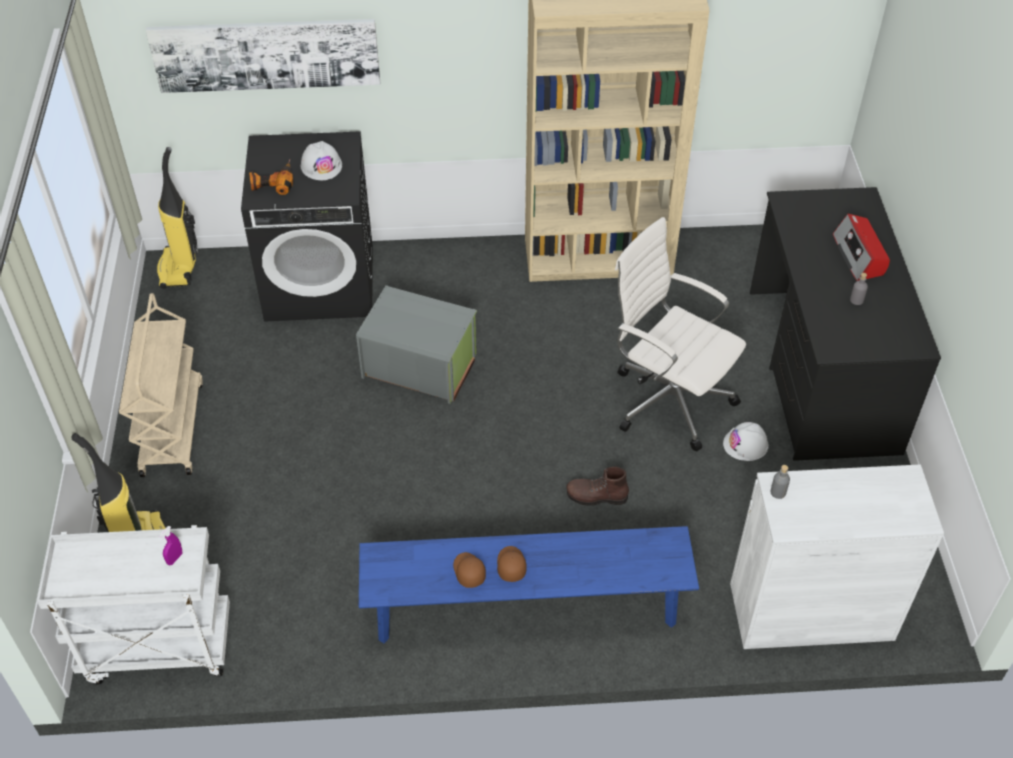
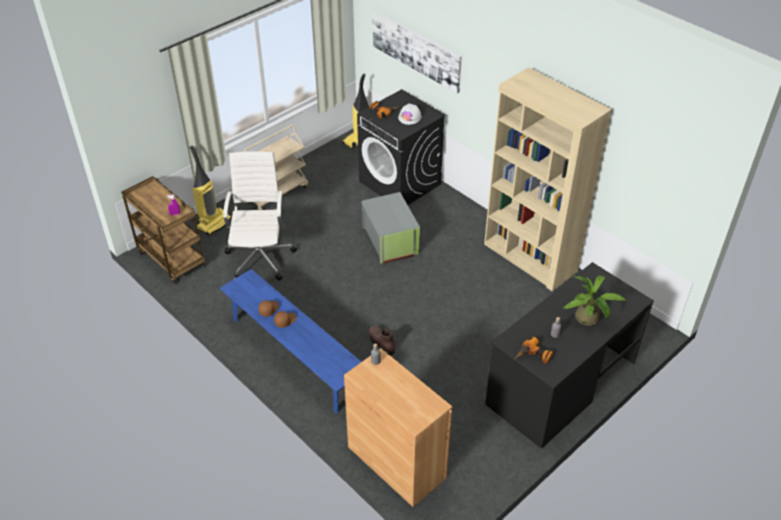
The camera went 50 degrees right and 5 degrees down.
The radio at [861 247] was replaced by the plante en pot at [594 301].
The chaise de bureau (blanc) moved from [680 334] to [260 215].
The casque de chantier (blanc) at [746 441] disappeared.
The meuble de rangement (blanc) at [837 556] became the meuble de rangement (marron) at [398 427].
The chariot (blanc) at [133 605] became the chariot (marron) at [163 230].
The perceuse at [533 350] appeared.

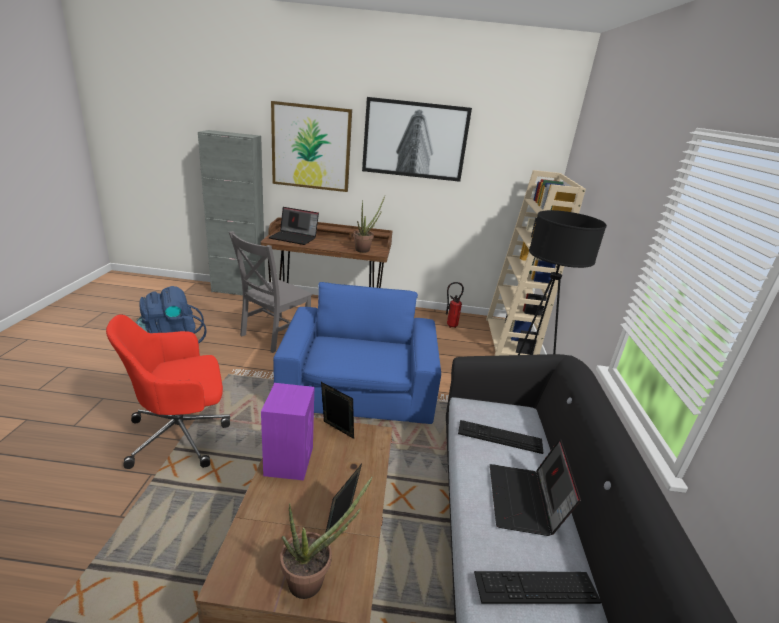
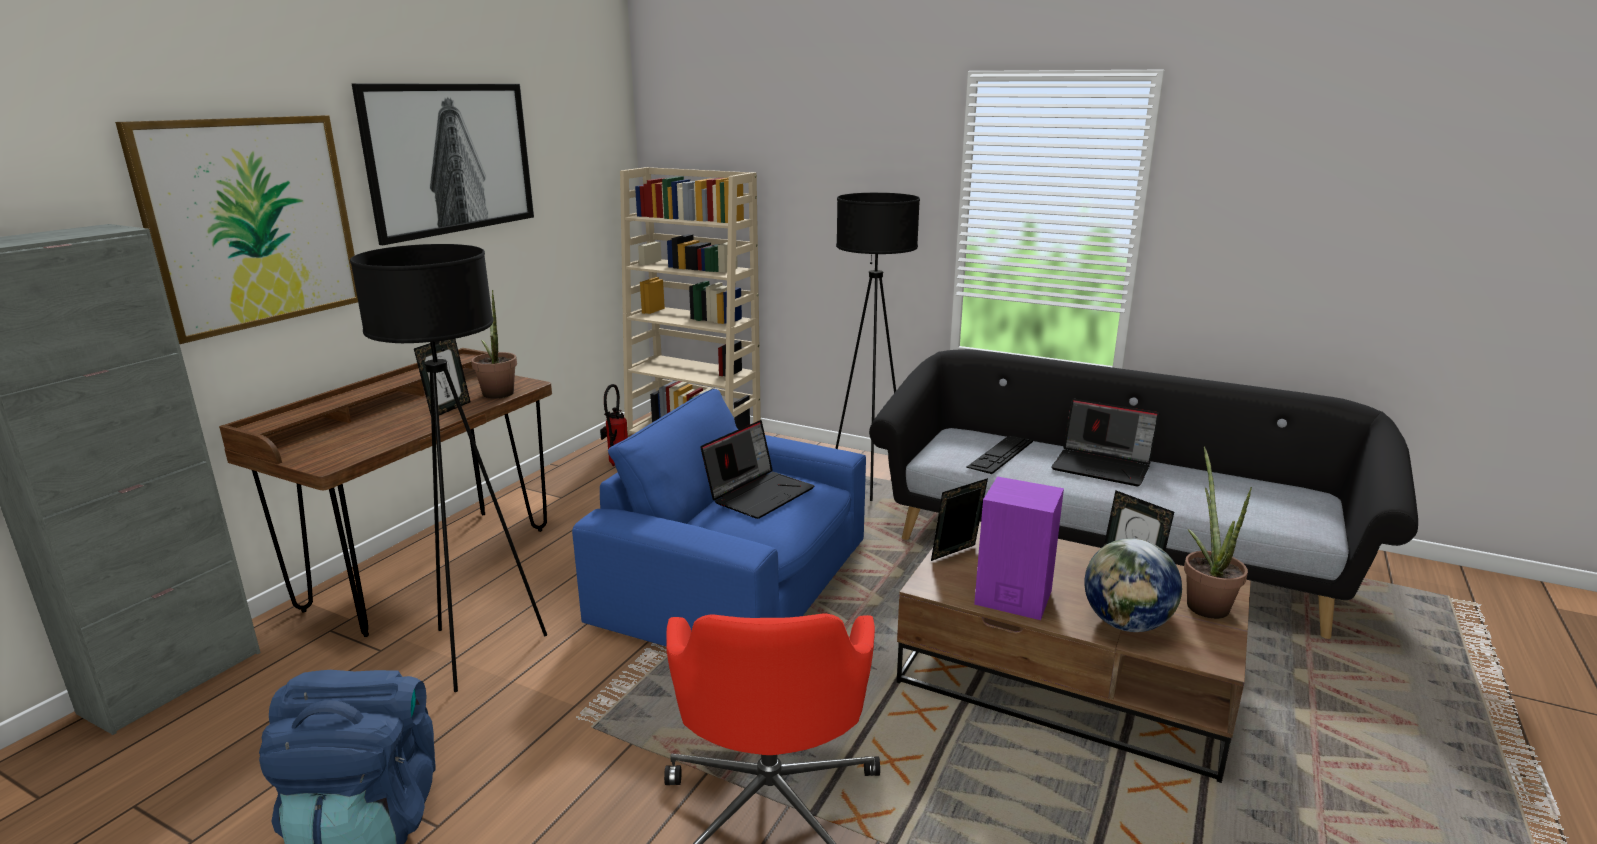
The camera went 65 degrees left and 5 degrees down.
The ordinateur portable moved from [294 226] to [757 469].
The chaise (gris) at [270 292] was replaced by the lampadaire (noir) at [448 468].
The clavier at [537 587] disappeared.
The cadre photo at [442 377] appeared.
The globe at [1133 585] appeared.

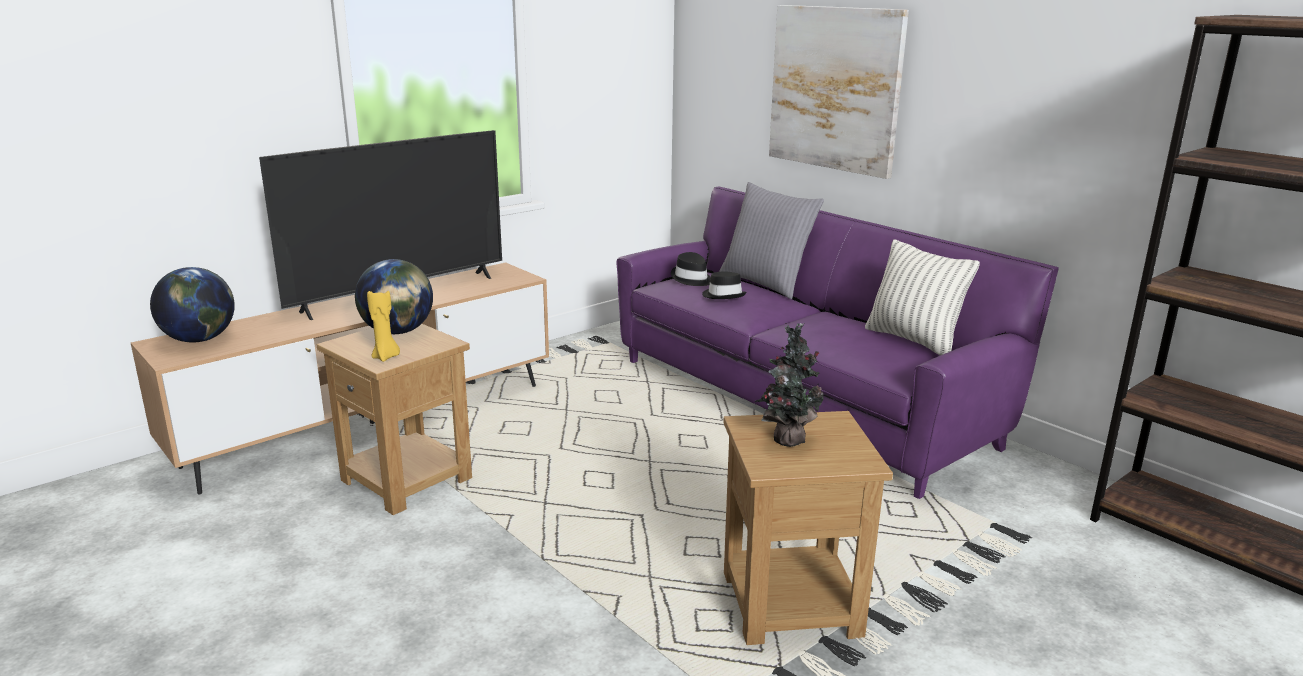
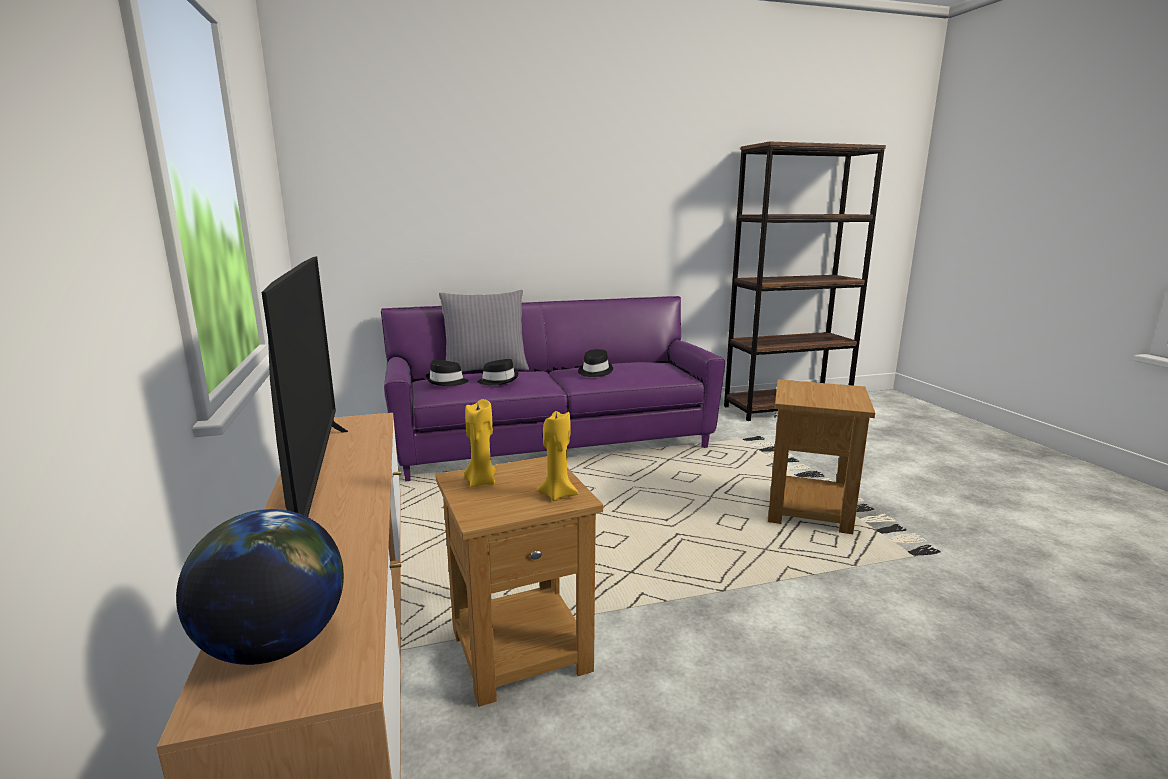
The camera went 65 degrees left and 5 degrees down.
The tableau at [839 92] disappeared.
The coussin at [922 297] disappeared.
The globe at [394 296] was replaced by the bougie (jaune) at [479 443].
The plante en pot at [789 385] disappeared.
The chapeau (noir) at [595 363] appeared.

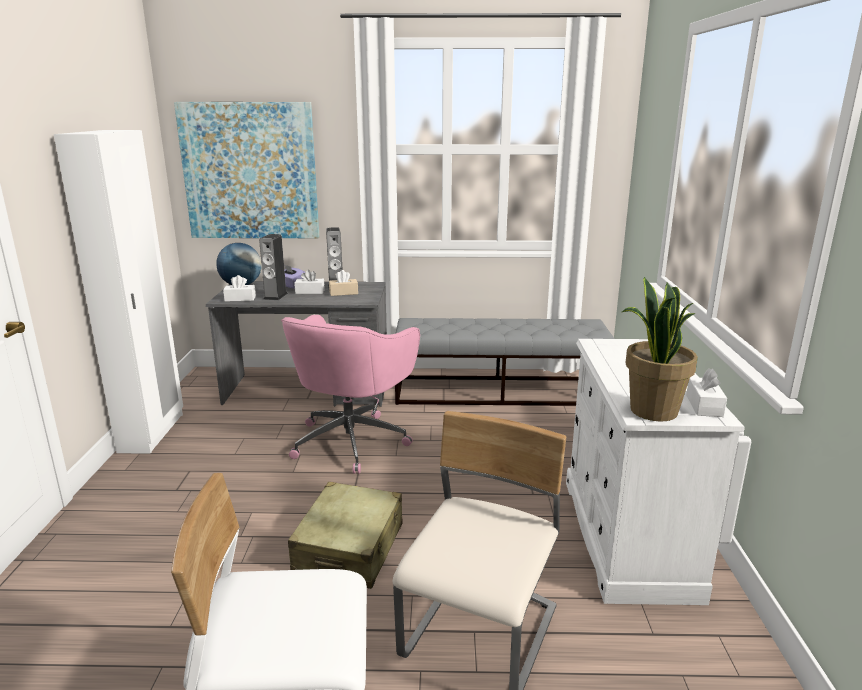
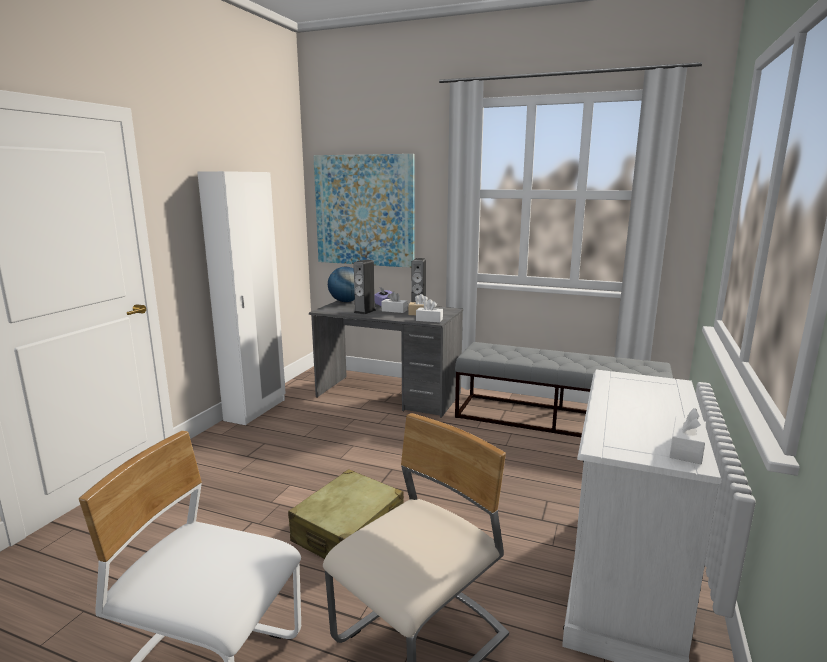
The camera went 20 degrees right and 5 degrees down.
The boîte à mouchoirs (blanc) moved from [239 288] to [429 311].
The plante en pot at [660 349] disappeared.
The chaise de bureau (rose) at [350 394] disappeared.

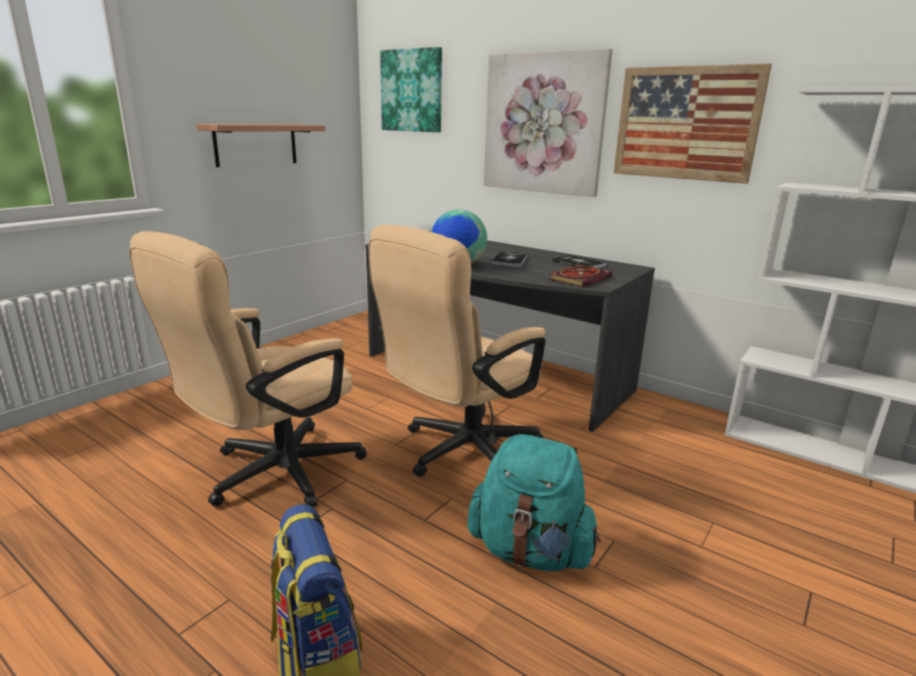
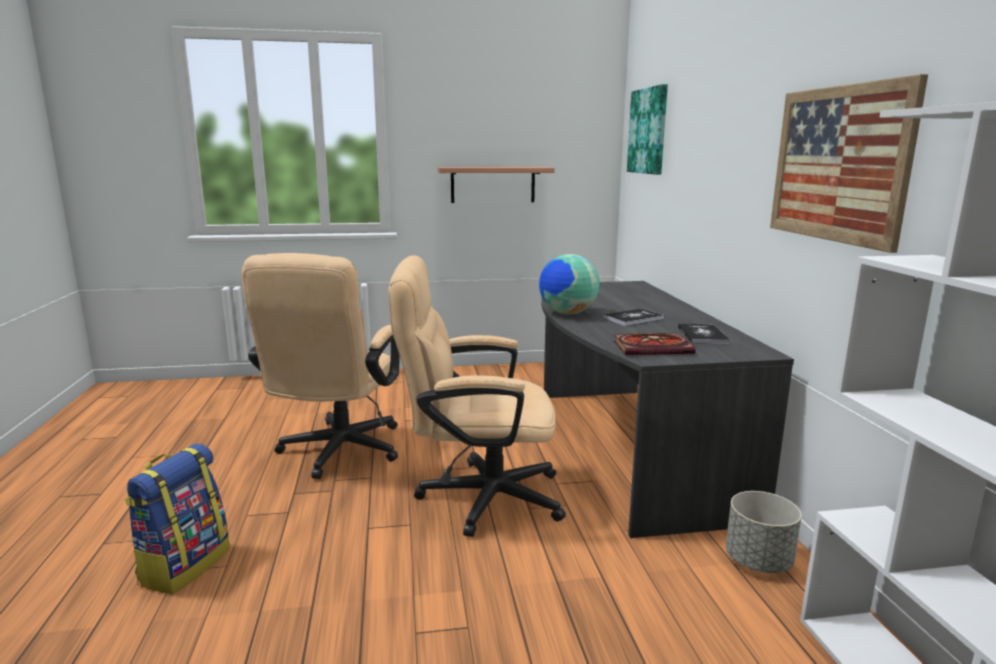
The camera went 45 degrees right and 5 degrees down.
The tableau at [548 123] disappeared.
The chaise de bureau (beige) at [248 369] turned 75 degrees counterclockwise.
The sac à dos (turquoise) at [534 502] disappeared.
The cache-pot (gris) at [764 532] appeared.

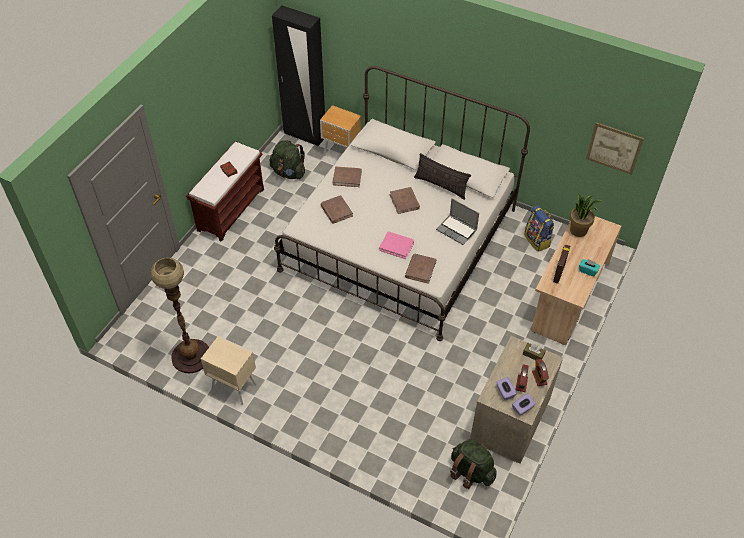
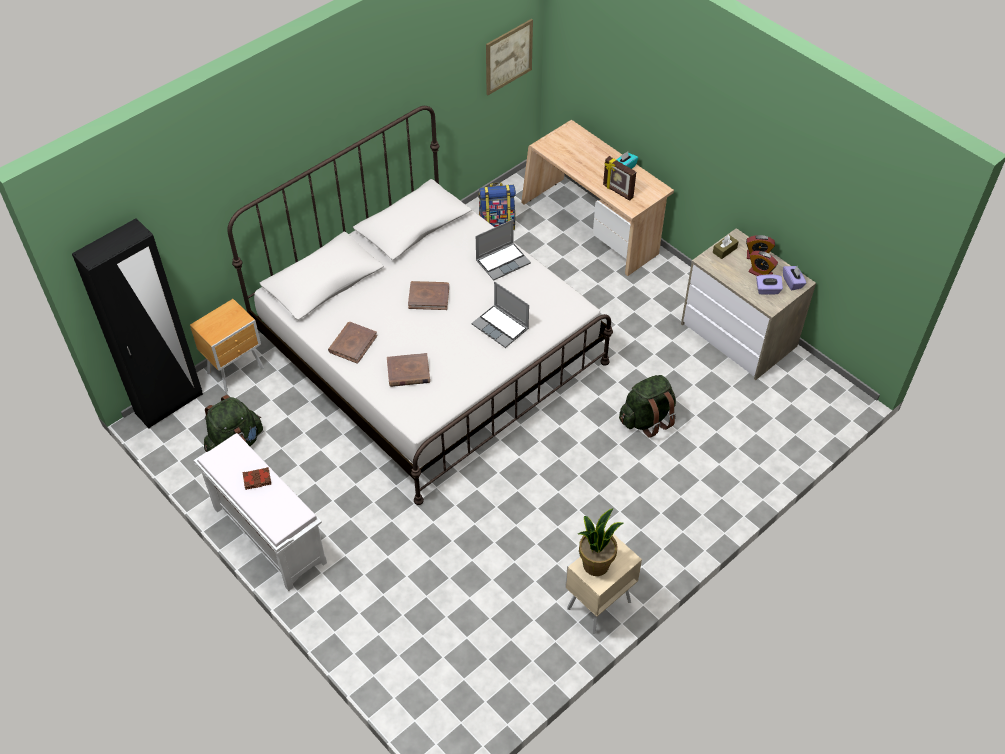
The camera went 70 degrees left and 0 degrees up.
The banc (marron) at [225 191] became the banc (blanc) at [260 512].
The coussin at [442 176] disappeared.
The plante en pot moved from [586 215] to [600 542].
The livre (rose) at [396 245] was replaced by the ordinateur portable at [500 315].
The livre (marron) at [421 269] disappeared.
The lampadaire at [179 315] disappeared.
The sac à dos (vert) moved from [473 464] to [647 406].

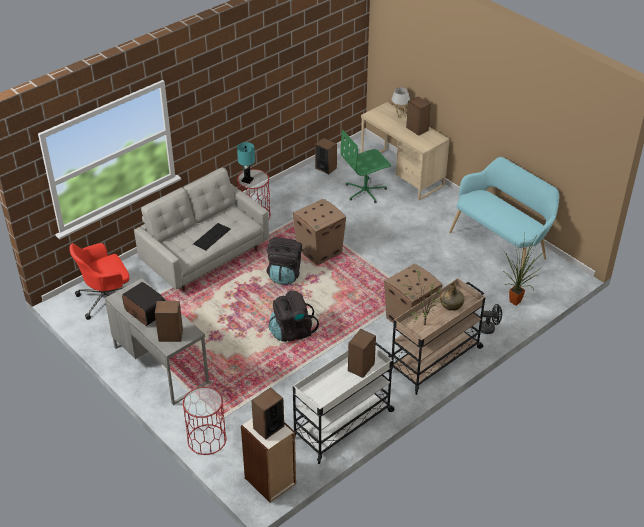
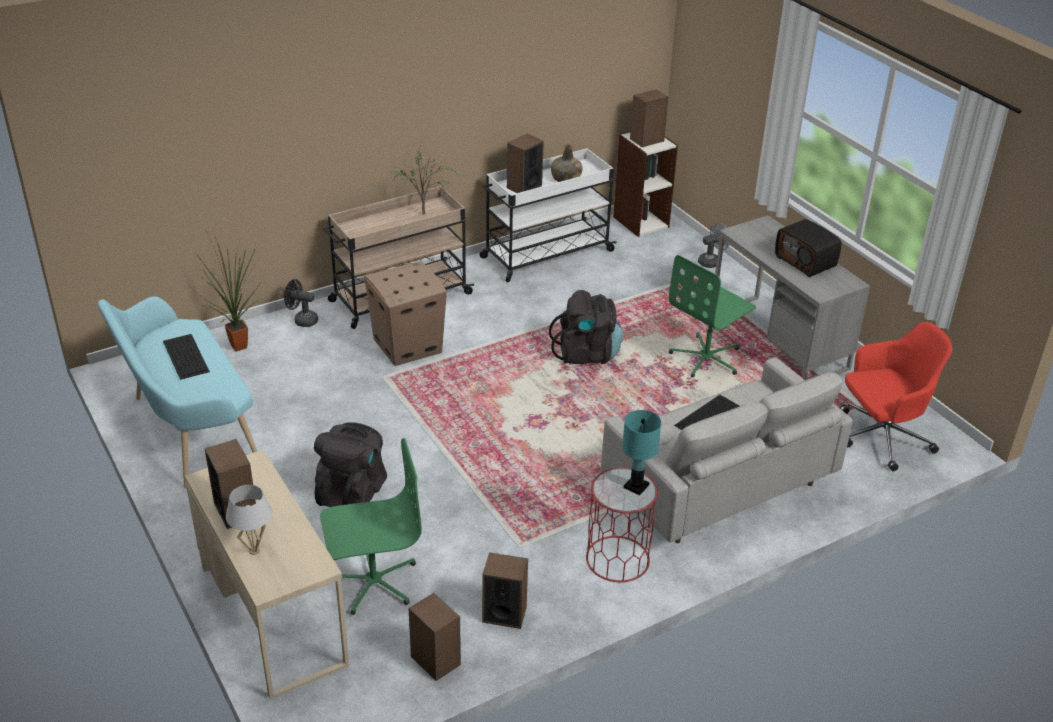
The camera went 170 degrees left and 5 degrees down.
The carton at [319 232] disappeared.
The sac à dos (noir) moved from [284 260] to [350 464].
The bouteille (vert) moved from [452 297] to [567 163].
The enceinte moved from [169 321] to [505 590].
The table d'appoint (rouge) at [204 421] was replaced by the ventilateur (gris) at [714 245].
The chaise de bureau (vert) at [712 316] appeared.
The clavier at [186 357] appeared.

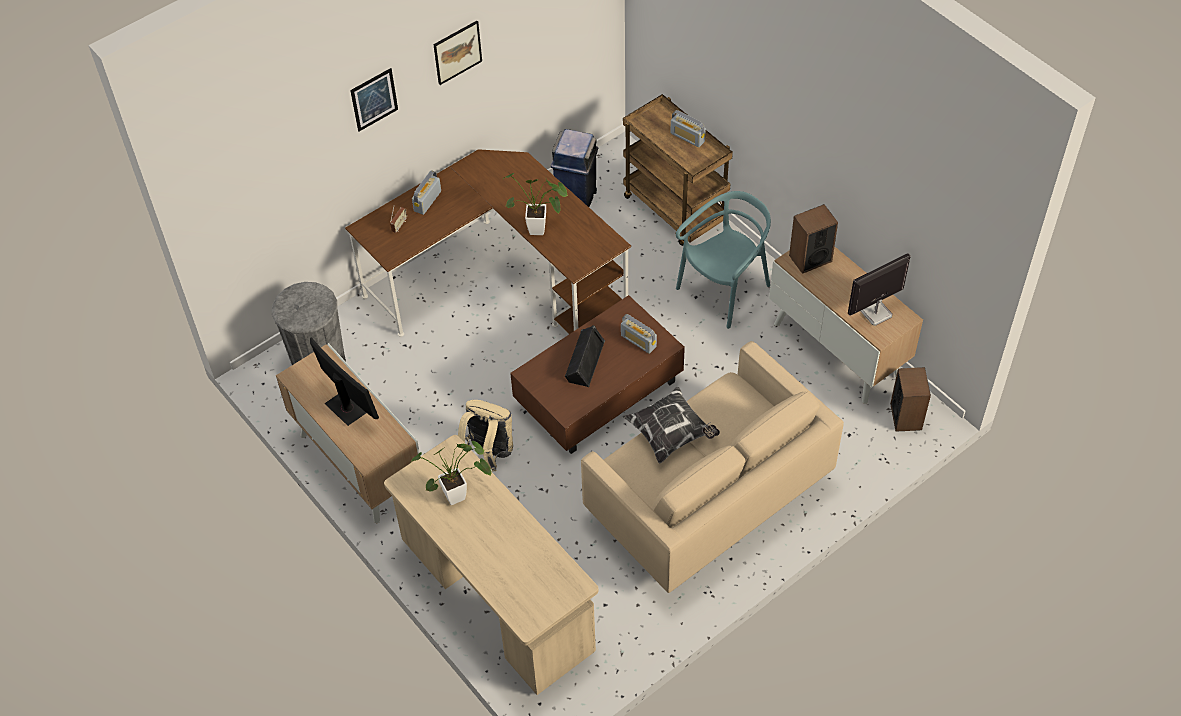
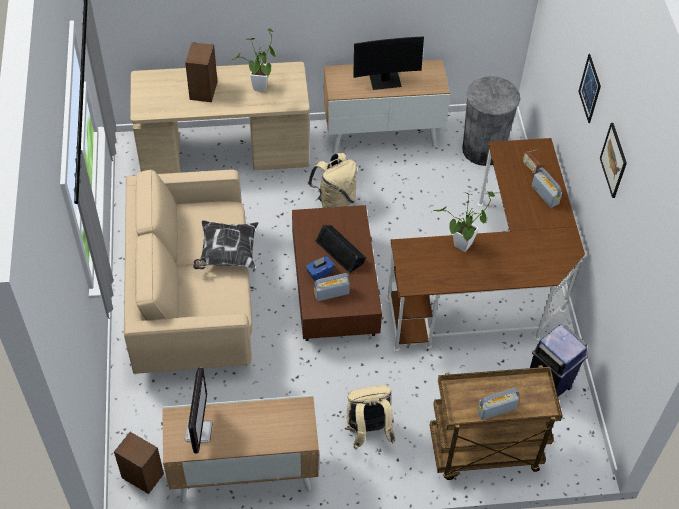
The camera went 120 degrees right and 0 degrees up.
The chaise (turquoise) at [723 260] was replaced by the sac à dos (beige) at [370 417].
The enceinte moved from [813 239] to [201 72].
The boîte à mouchoirs (bleu) at [320 268] appeared.

